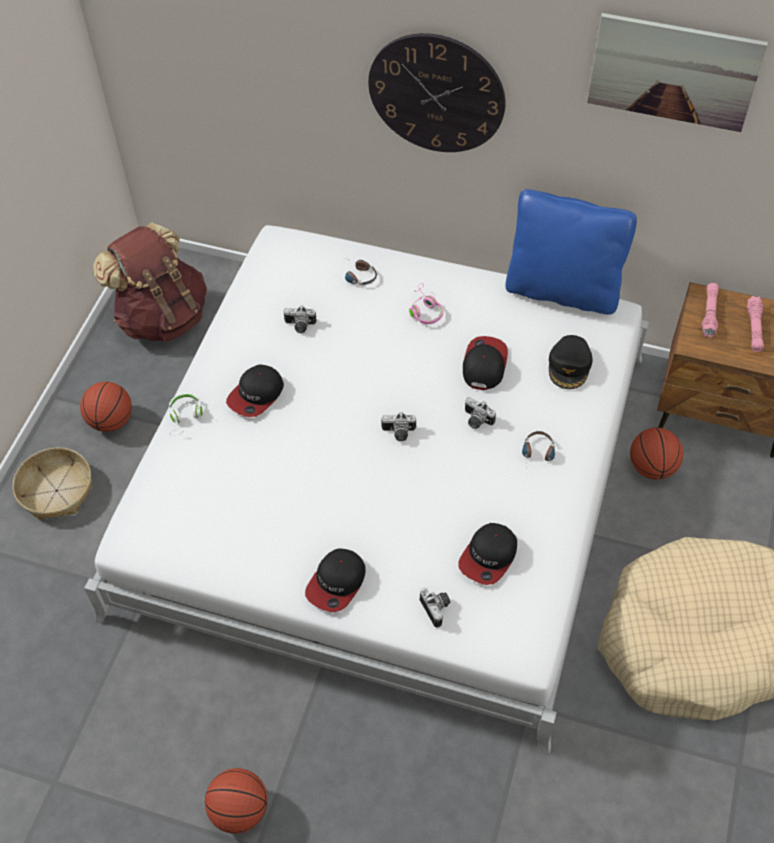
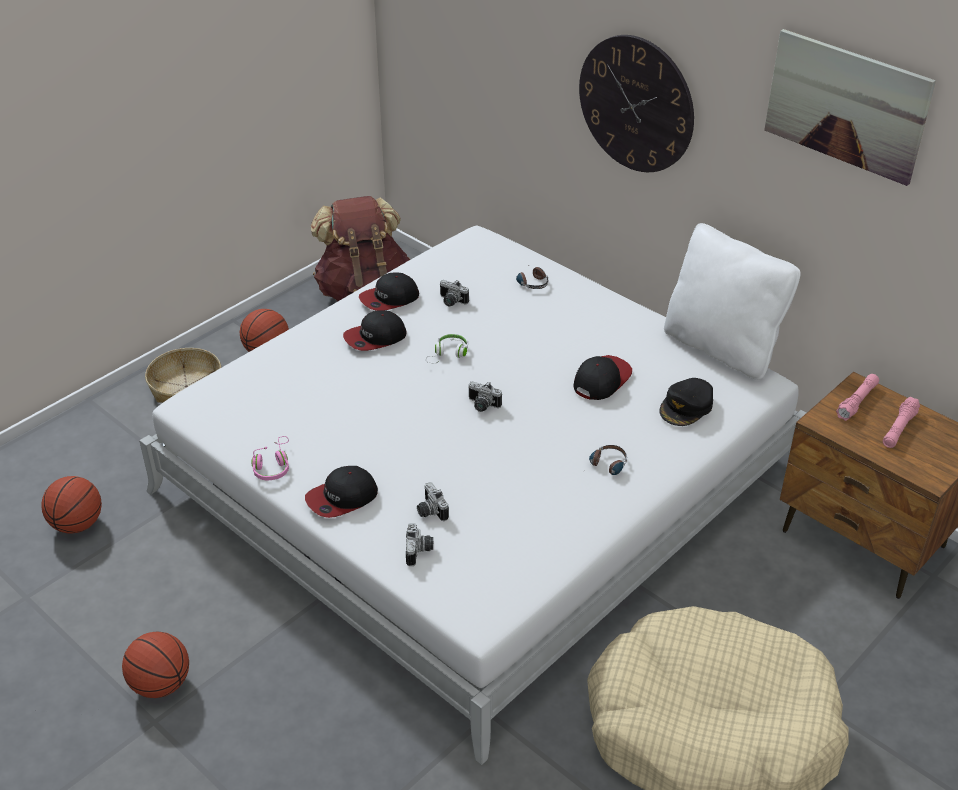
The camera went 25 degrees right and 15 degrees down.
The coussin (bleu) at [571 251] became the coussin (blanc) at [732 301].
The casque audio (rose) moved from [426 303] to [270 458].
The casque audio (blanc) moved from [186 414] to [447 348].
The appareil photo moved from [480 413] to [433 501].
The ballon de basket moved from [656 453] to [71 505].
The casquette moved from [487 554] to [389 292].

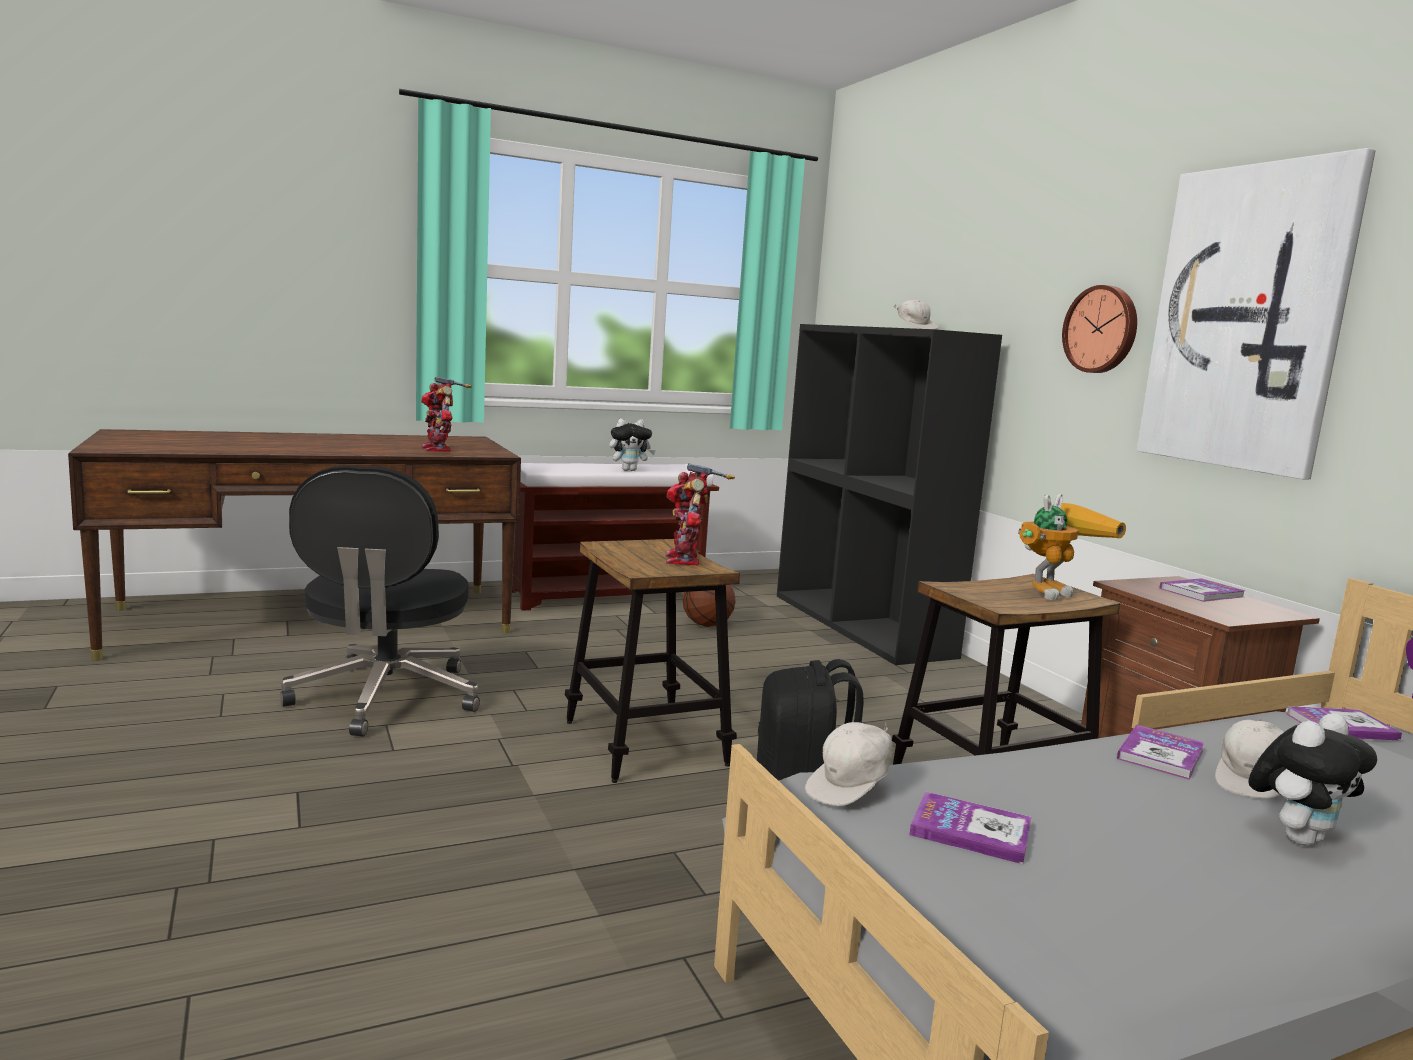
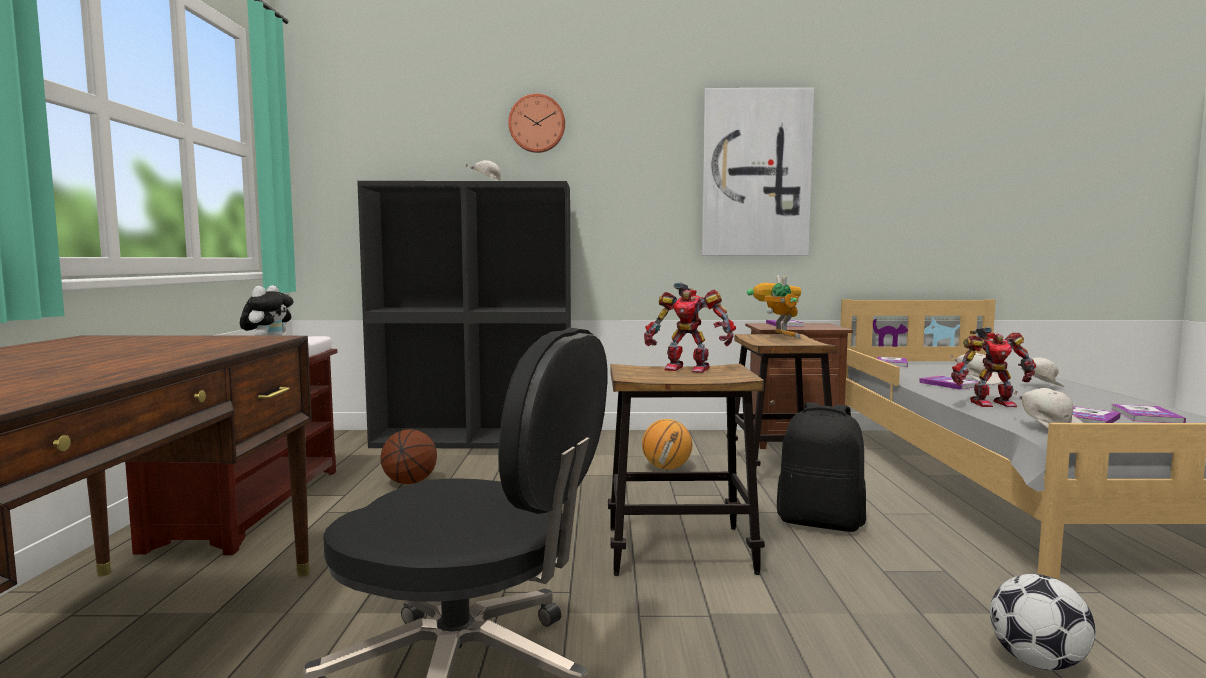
The camera went 65 degrees left and 5 degrees down.
The horloge murale moved from [1099 329] to [536 123].
The robot jouet moved from [446 414] to [993 367].
The peluche at [1313 779] was replaced by the casquette (blanc) at [1043 372].
The livre at [1148 413] appeared.
The ballon de basket at [667 444] appeared.
The ballon de foot at [1042 622] appeared.

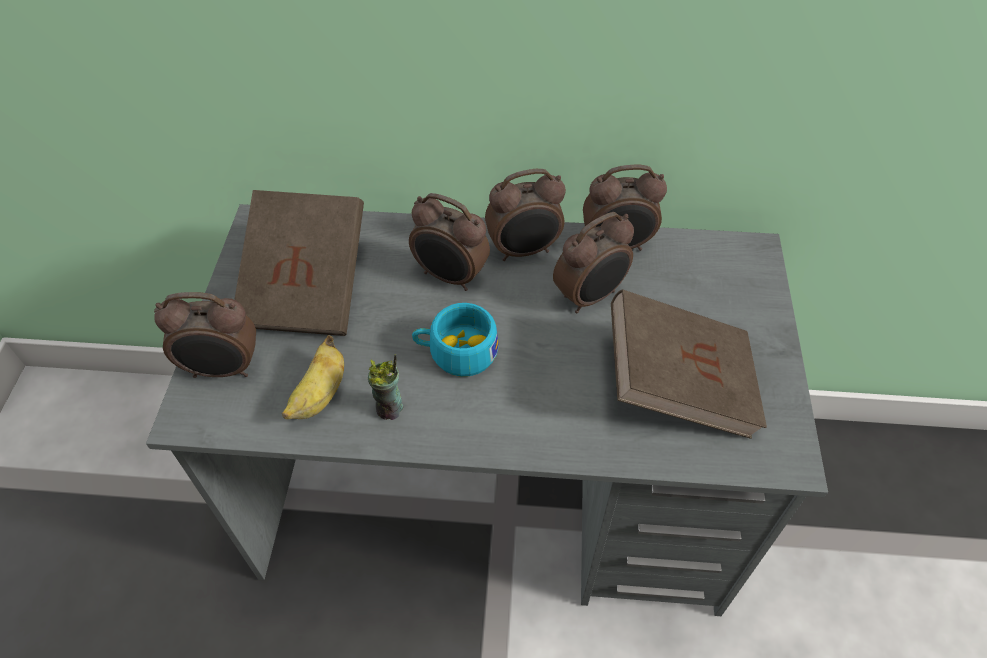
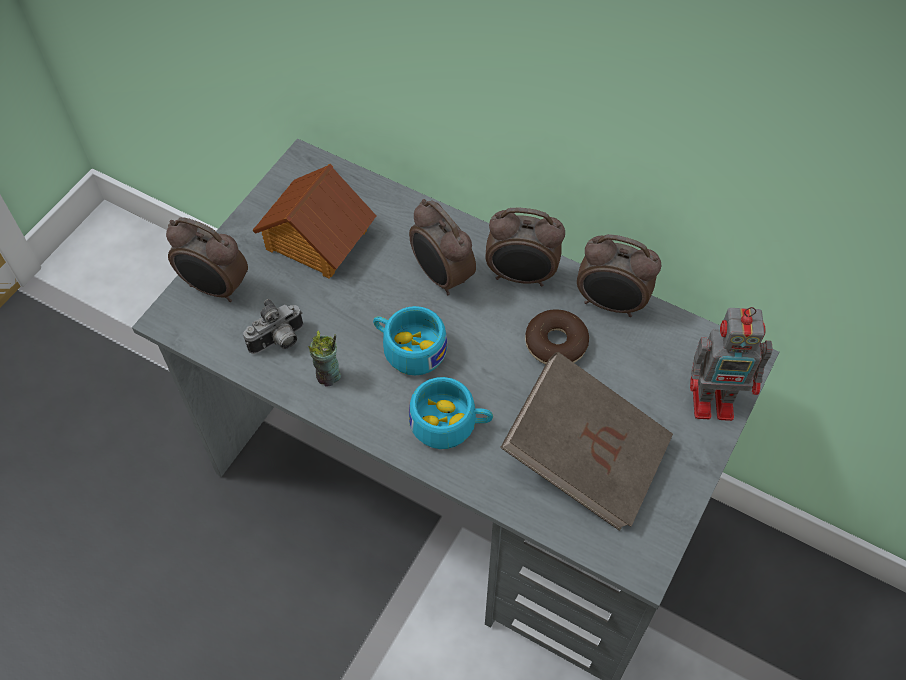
The camera went 25 degrees right and 5 degrees up.
The livre (marron) at [299 263] was replaced by the maison miniature at [314 221].
The réveil at [593 262] was replaced by the beignet at [557 336].
The banane at [313 377] was replaced by the appareil photo at [273 326].
The robot jouet at [731 364] appeared.
The tasse (turquoise) at [451 413] appeared.

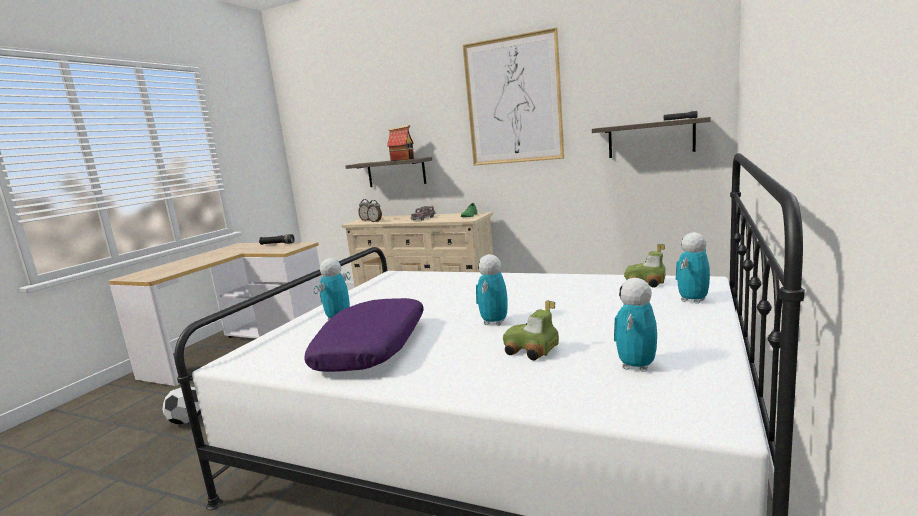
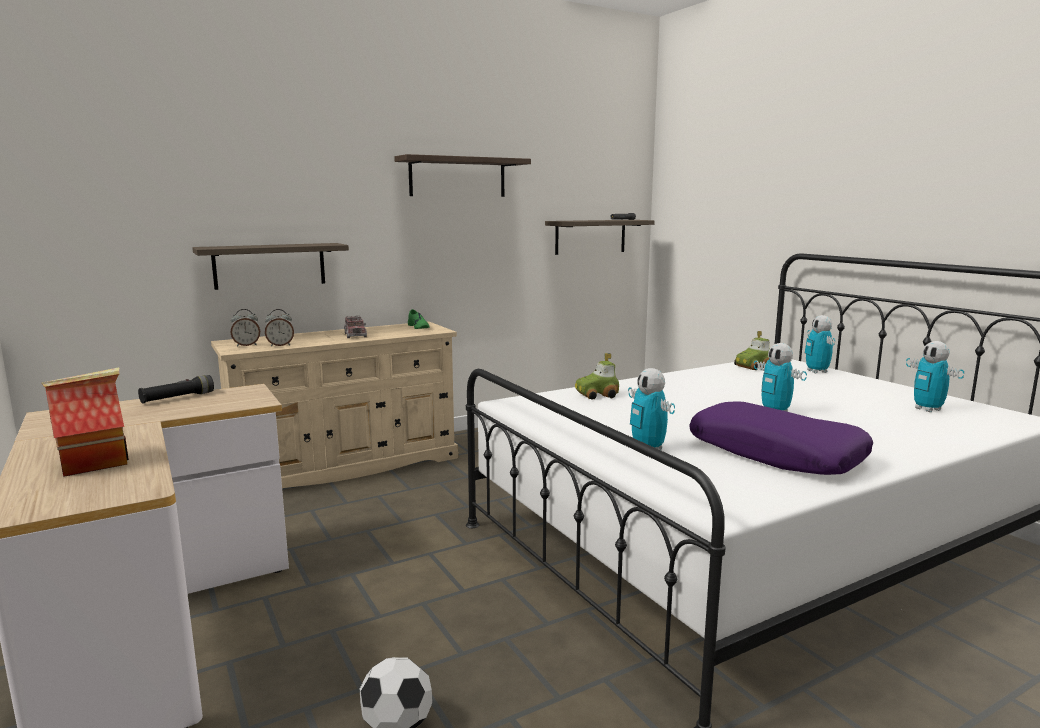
The camera went 55 degrees left and 0 degrees up.
The tableau at [513 96] was replaced by the étagère at [462 175].
The maison miniature moved from [400 143] to [85 422].
The petite voiture moved from [531 330] to [597 376].

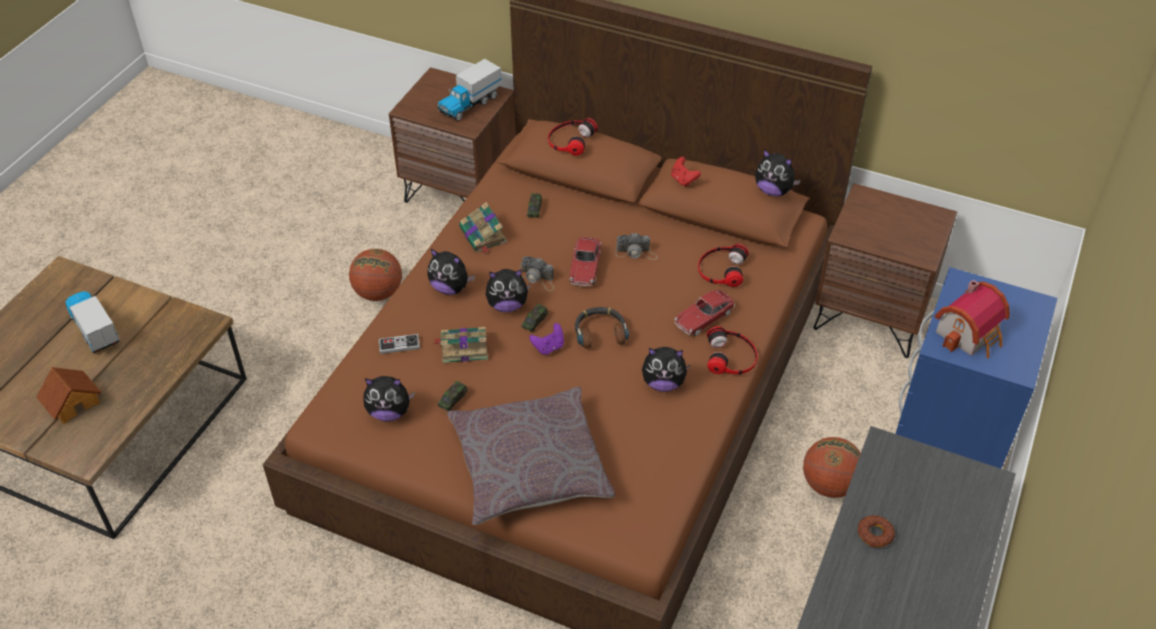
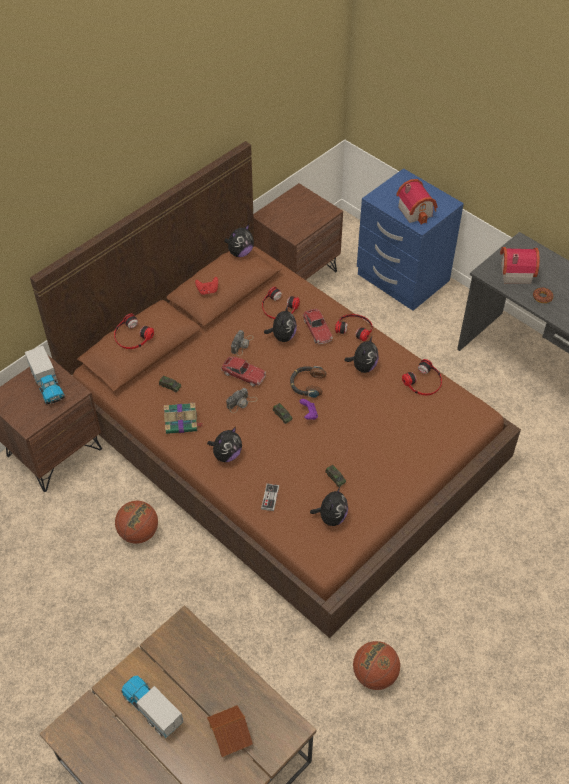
The camera went 70 degrees left and 5 degrees up.
The peluche moved from [507 290] to [280 324].
The camion jouet at [93 322] turned 60 degrees clockwise.
The livre at [461 345] disappeared.
The coussin (gris) at [531 456] disappeared.
The ballon de basket moved from [832 467] to [376 665].
The maison miniature at [520 265] appeared.
The casque audio at [422 377] appeared.

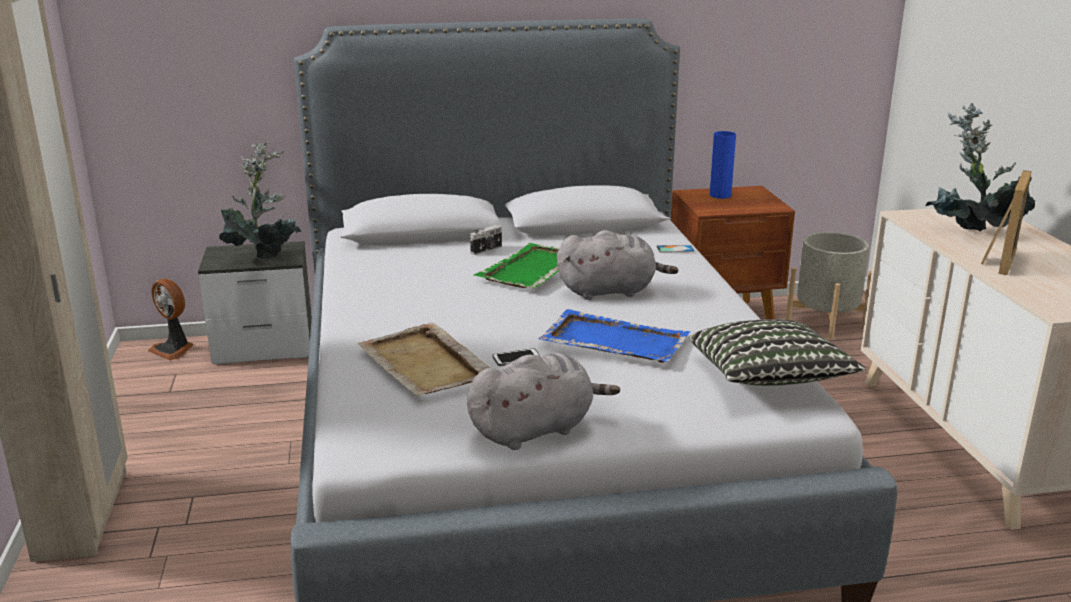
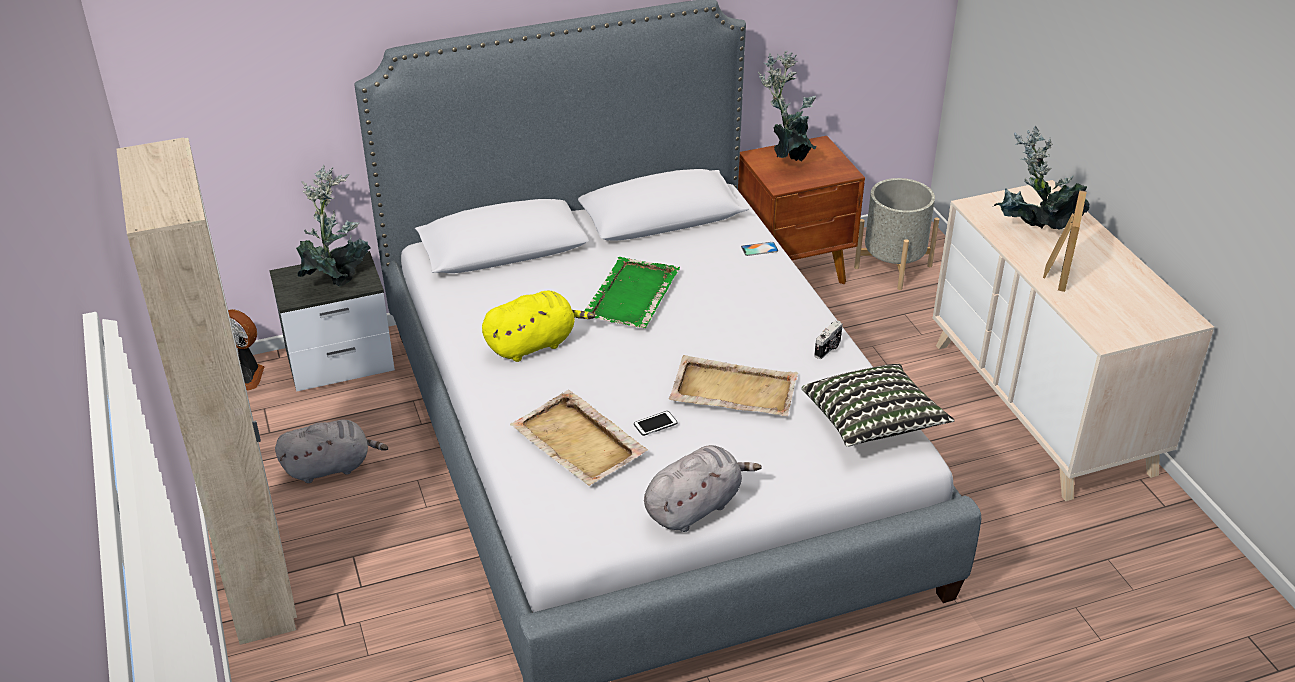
The camera went 10 degrees left and 15 degrees up.
The vase (bleu) at [723 165] was replaced by the plante en pot at [787 106].
The appareil photo moved from [486 240] to [828 340].
The peluche (gris) moved from [617 265] to [331 451].
The plateau (bleu) at [614 336] became the plateau (beige) at [733 385].
The peluche (jaune) at [538 326] appeared.

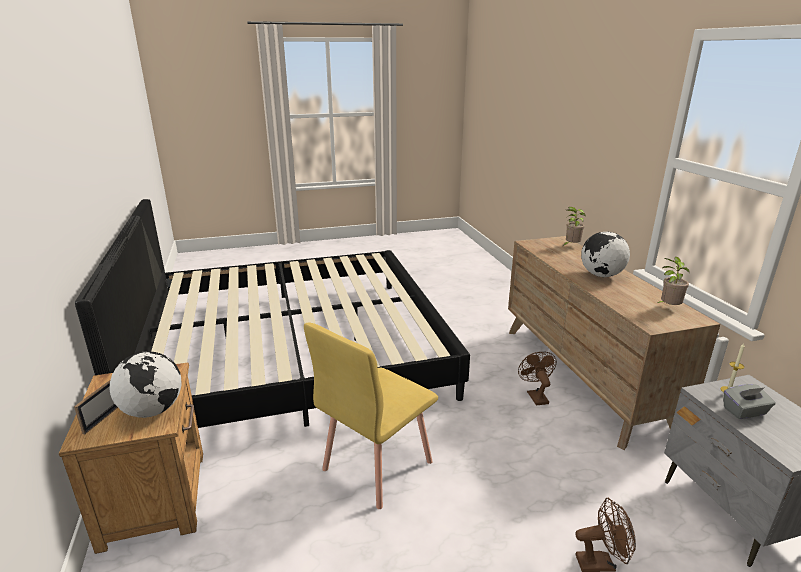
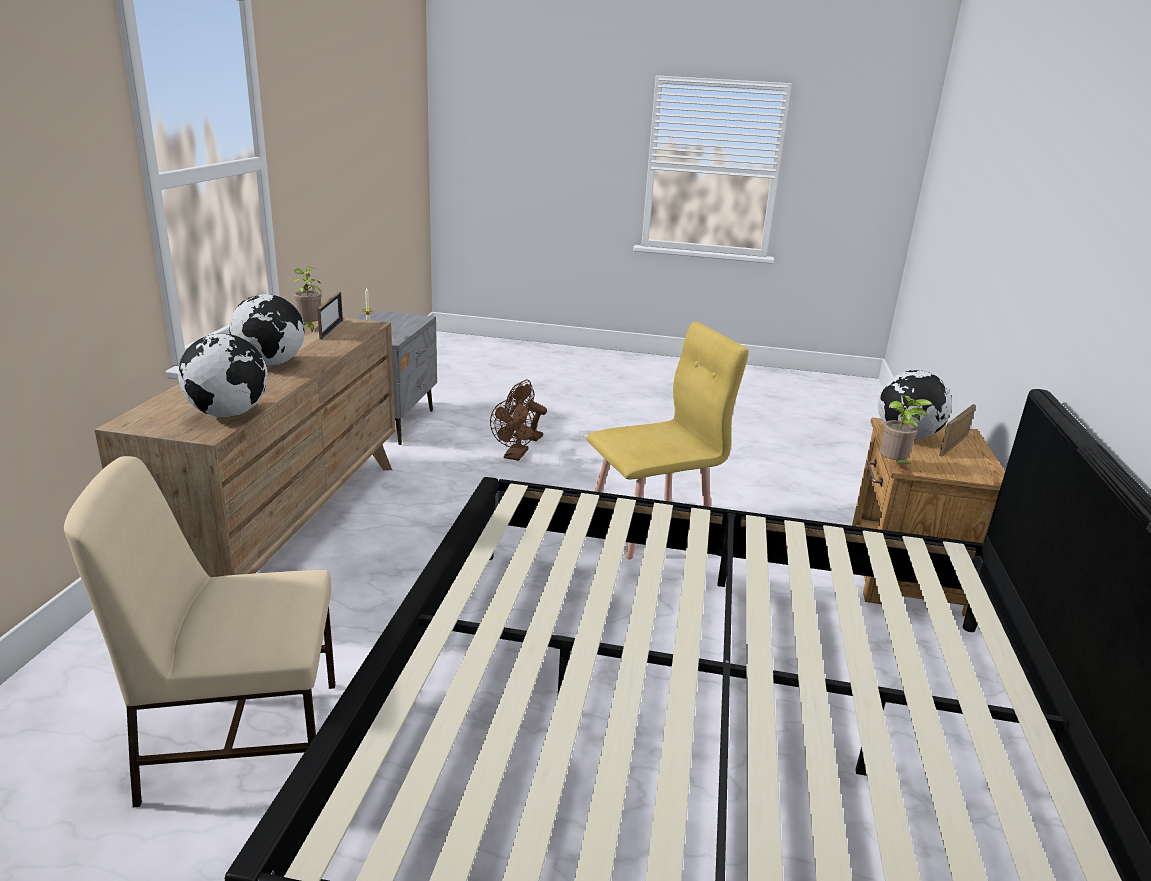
The camera went 155 degrees left and 0 degrees up.
The plante en pot moved from [574 226] to [906 430].
The ventilateur (marron) moved from [537 379] to [513 430].
The boîte à mouchoirs (gris) at [749 401] disappeared.
The cadre photo at [330 316] appeared.
The globe at [223 375] appeared.
The chaise (beige) at [199 631] appeared.

